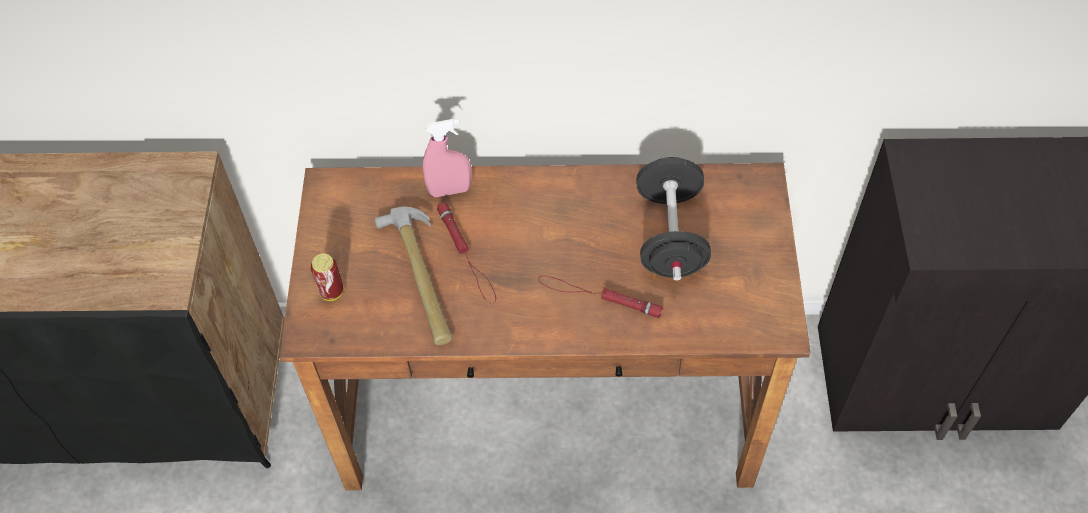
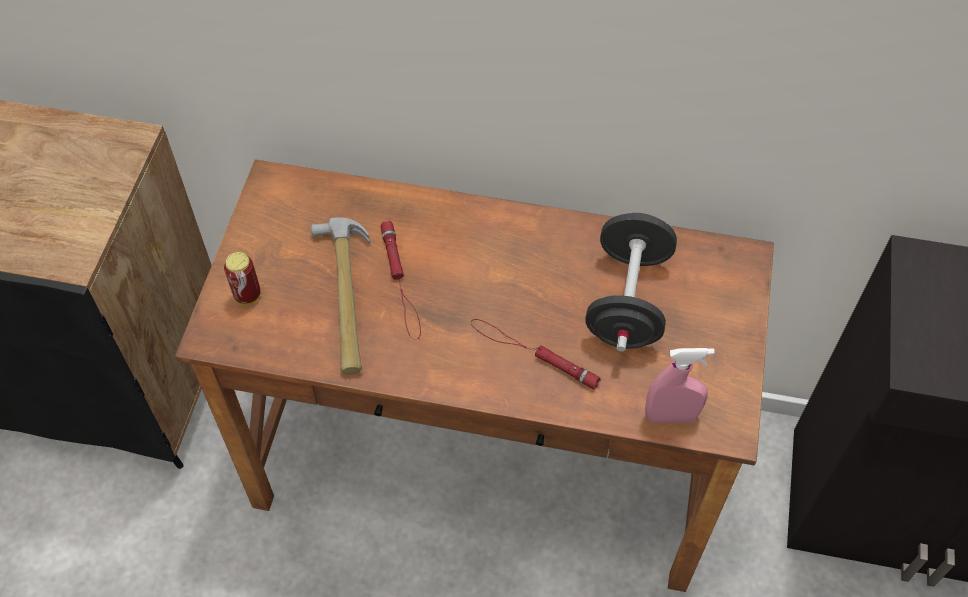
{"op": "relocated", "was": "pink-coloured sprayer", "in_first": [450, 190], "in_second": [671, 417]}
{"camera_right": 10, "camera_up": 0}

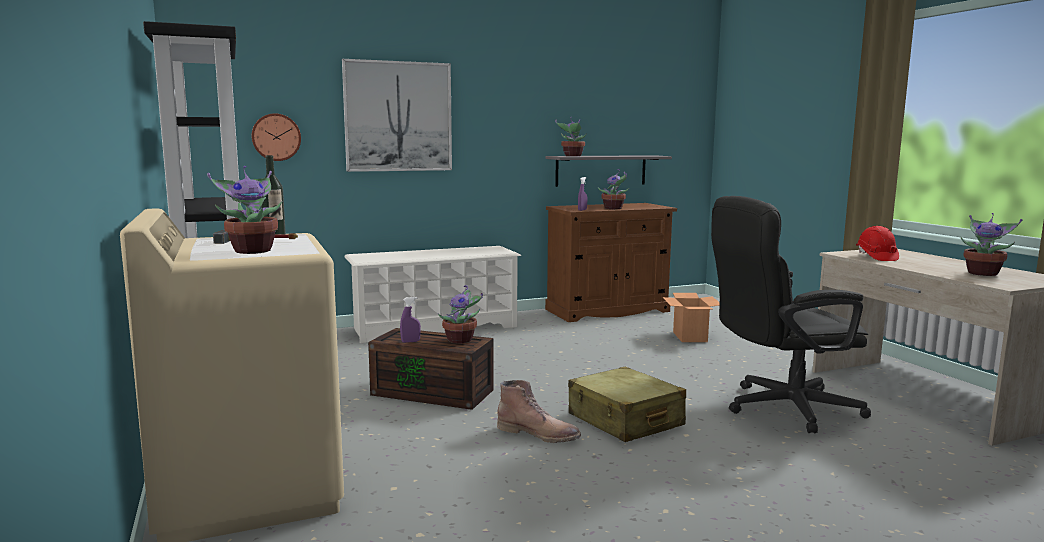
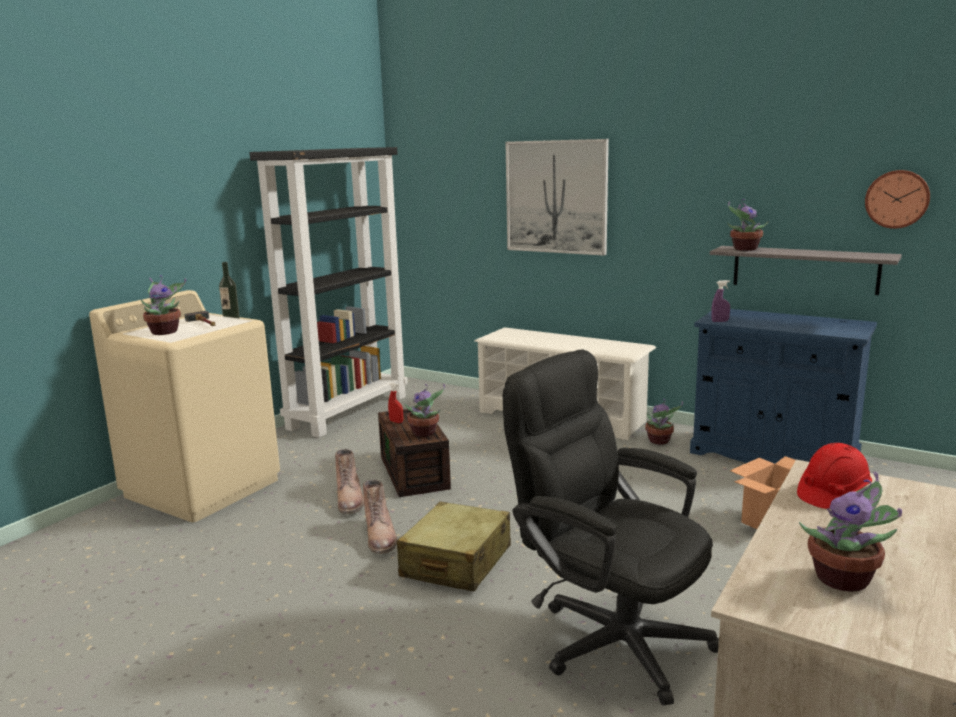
{"op": "relocated", "was": "hanging clock", "in_first": [276, 137], "in_second": [897, 199]}
{"op": "colour", "was": "purple sprayer", "now": "red-coloured sprayer", "in_first": [410, 341], "in_second": [396, 422]}
{"op": "colour", "was": "brownish cupboard", "now": "blue cupboard", "in_first": [607, 310], "in_second": [773, 455]}
{"op": "relocated", "was": "potted plant", "in_first": [614, 208], "in_second": [659, 441]}
{"op": "appeared", "now": "brownish boot", "in_second": [350, 500]}
{"camera_right": 55, "camera_up": 5}

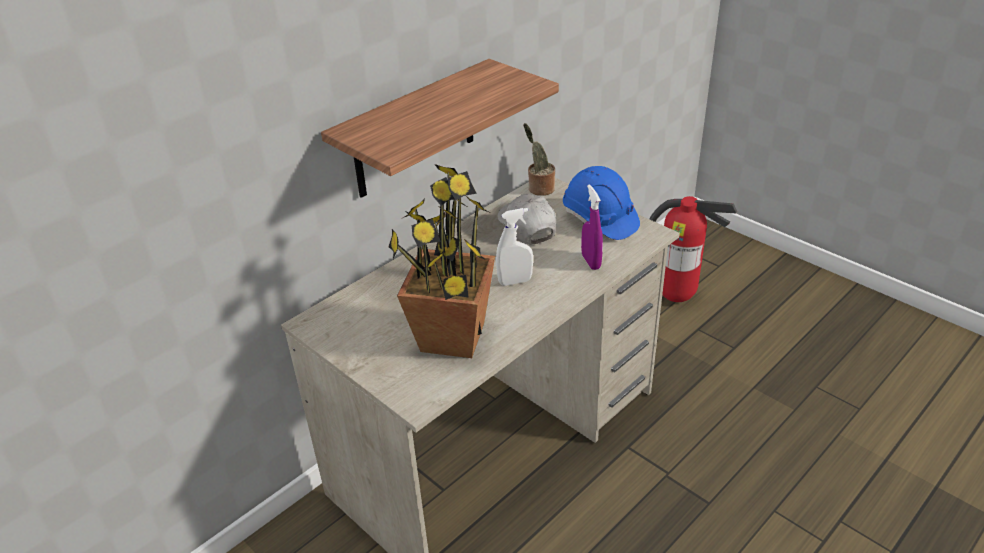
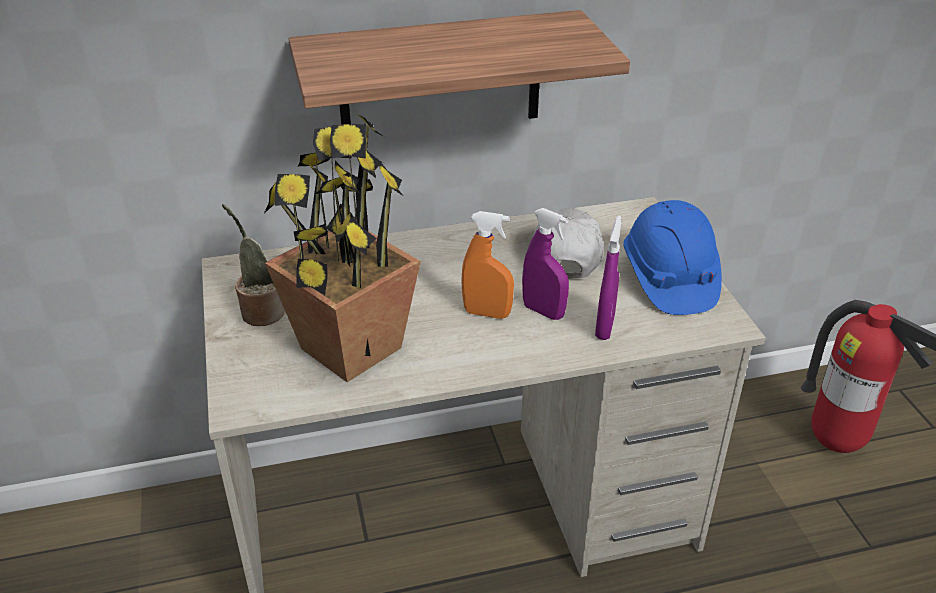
{"op": "colour", "was": "white sprayer", "now": "orange-coloured sprayer", "in_first": [515, 281], "in_second": [487, 313]}
{"op": "relocated", "was": "potted plant", "in_first": [539, 189], "in_second": [260, 311]}
{"op": "appeared", "now": "purple sprayer", "in_second": [543, 311]}
{"camera_right": 30, "camera_up": 0}

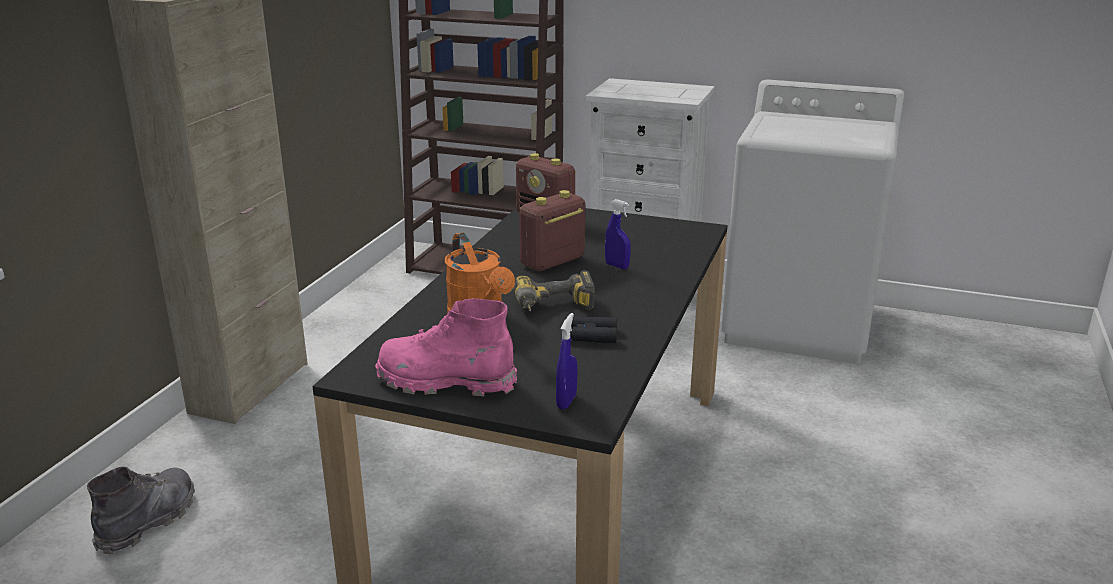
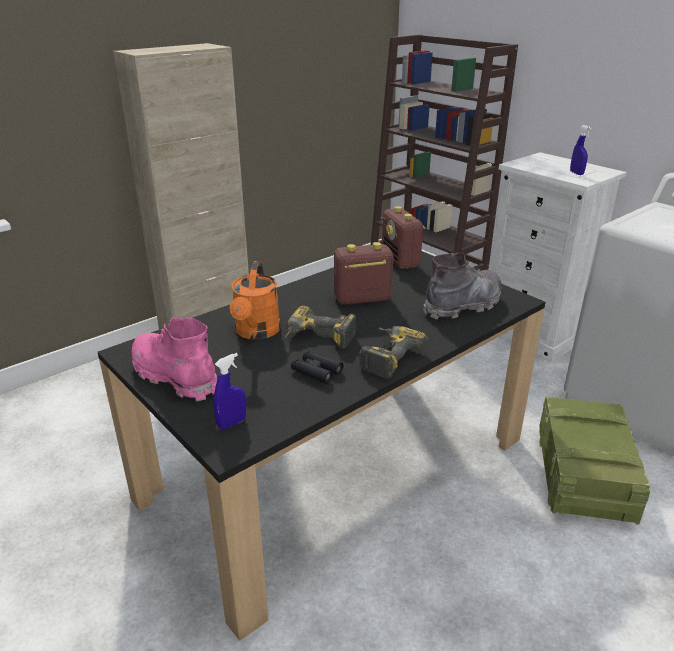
{"op": "relocated", "was": "gray boot", "in_first": [149, 521], "in_second": [463, 305]}
{"op": "relocated", "was": "blue sprayer", "in_first": [617, 266], "in_second": [576, 173]}
{"op": "appeared", "now": "electric drill", "in_second": [386, 356]}
{"op": "appeared", "now": "shipping crate", "in_second": [583, 478]}
{"camera_right": 30, "camera_up": 5}

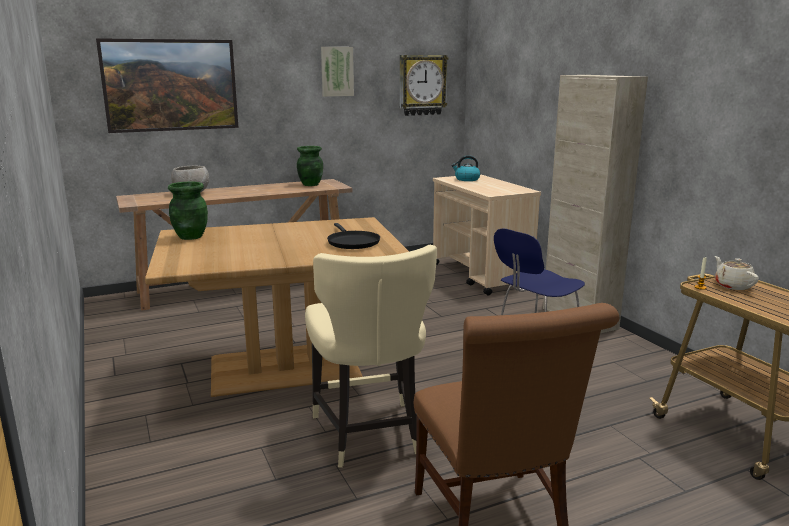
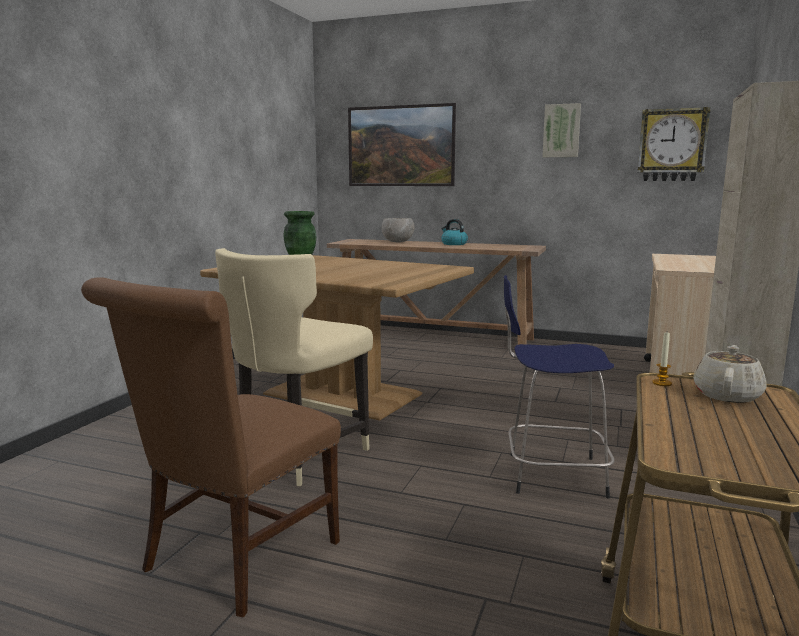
{"op": "missing", "was": "green-coloured vase", "in_first": [310, 184]}
{"op": "missing", "was": "black-coloured frying pan", "in_first": [352, 242]}
{"op": "relocated", "was": "tea kettle", "in_first": [466, 179], "in_second": [453, 244]}
{"camera_right": 45, "camera_up": -5}

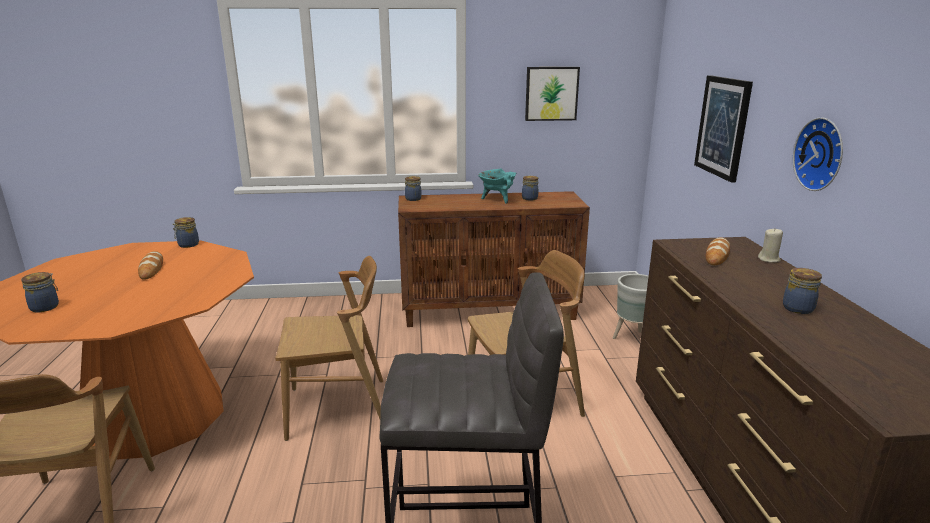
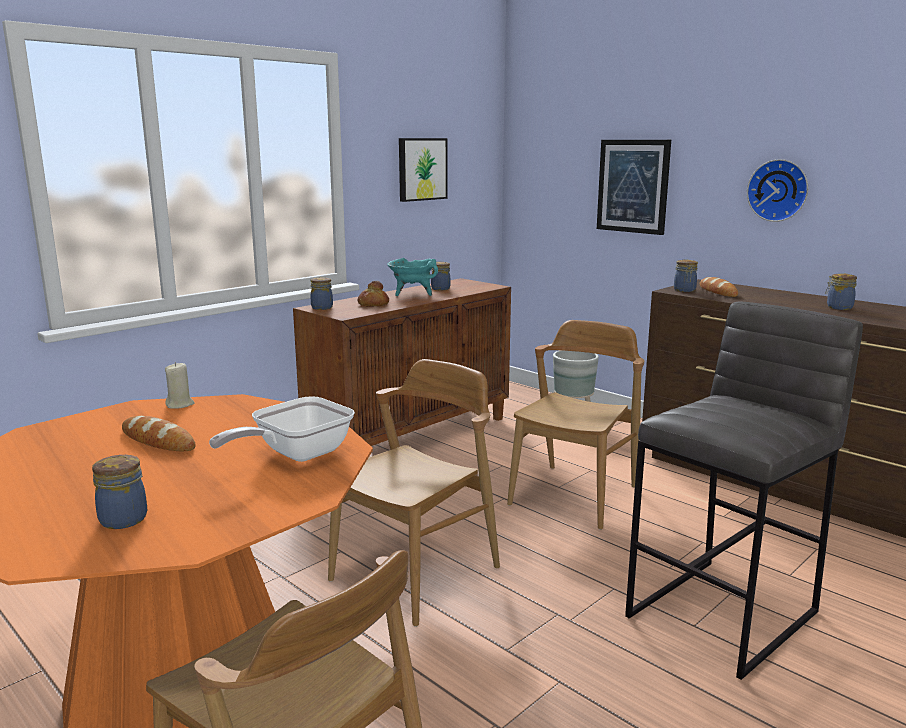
{"op": "relocated", "was": "storage jar", "in_first": [187, 245], "in_second": [684, 290]}
{"op": "relocated", "was": "sand-coloured candle", "in_first": [769, 259], "in_second": [180, 405]}
{"op": "appeared", "now": "frying pan", "in_second": [295, 455]}
{"op": "appeared", "now": "baked bread", "in_second": [373, 304]}
{"camera_right": -40, "camera_up": -5}

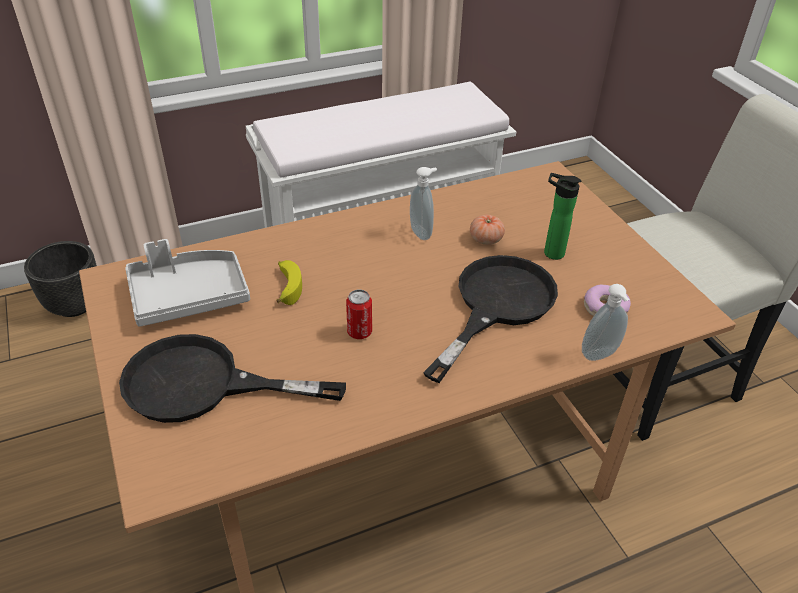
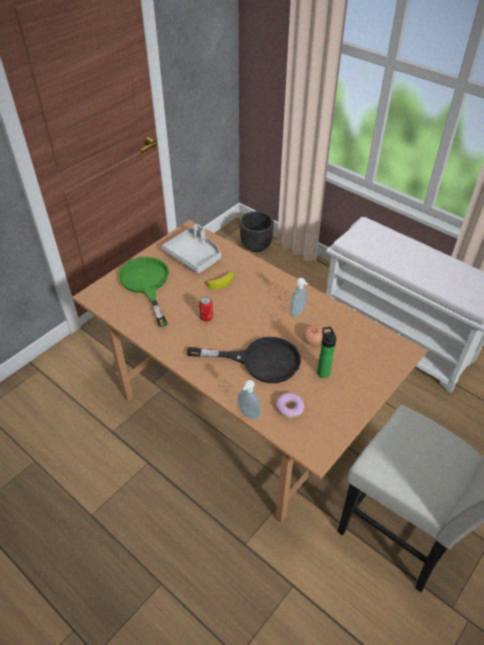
{"op": "colour", "was": "black-coloured frying pan", "now": "green-coloured frying pan", "in_first": [203, 385], "in_second": [146, 284]}
{"camera_right": 65, "camera_up": 5}

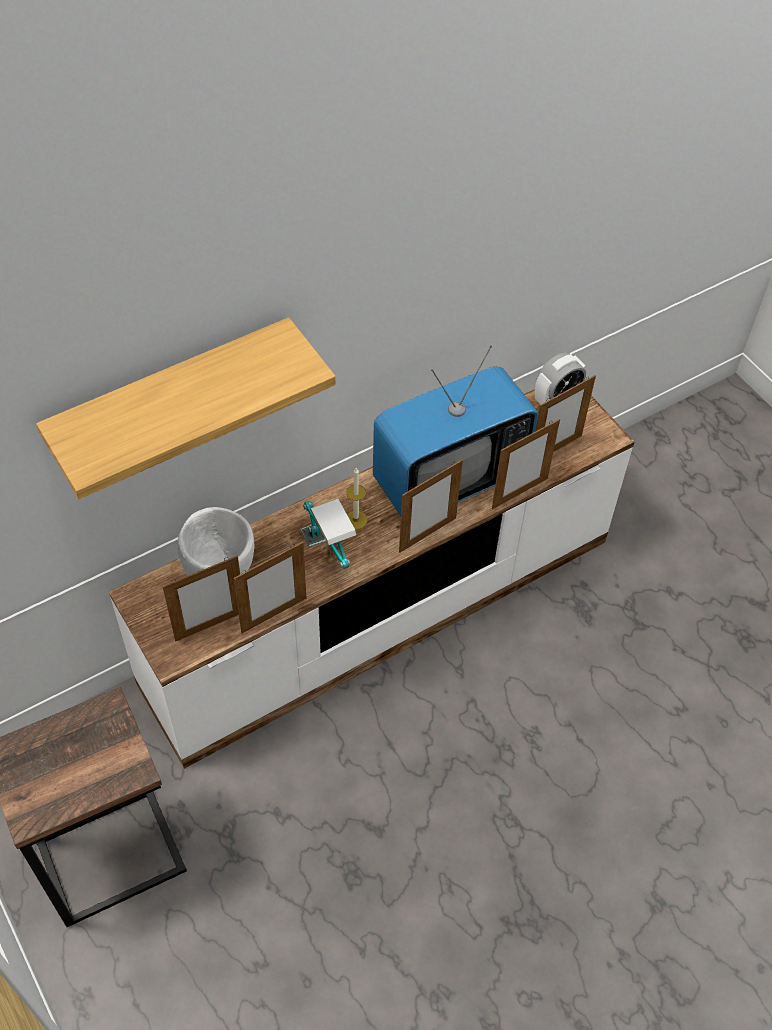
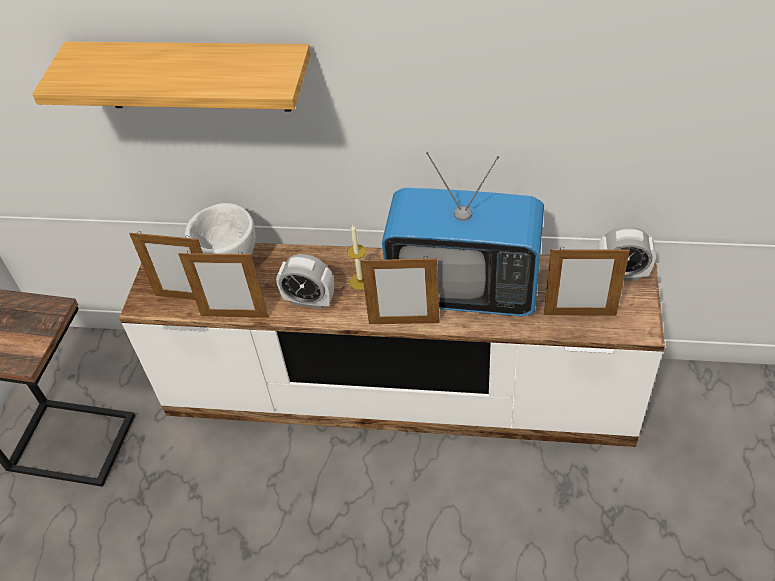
{"op": "exchanged", "was": "tabletop lamp", "now": "alarm clock", "in_first": [328, 562], "in_second": [309, 300]}
{"op": "missing", "was": "standing frame", "in_first": [519, 493]}
{"camera_right": 45, "camera_up": -5}

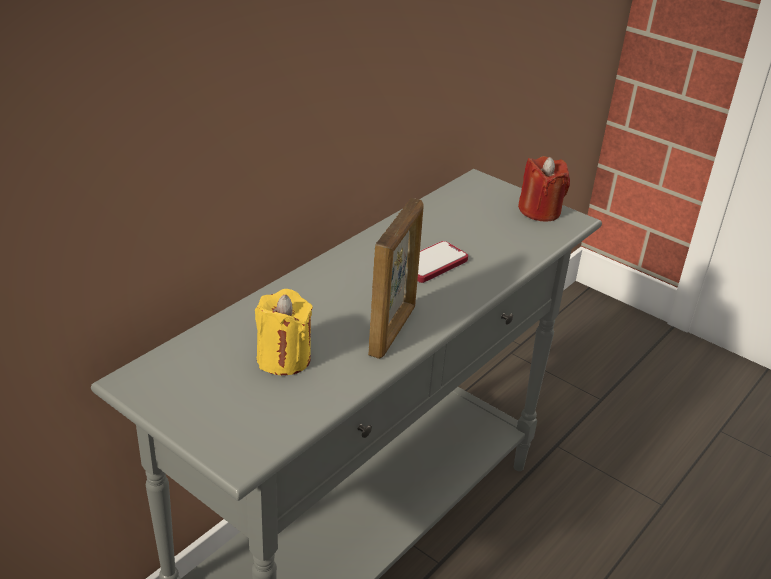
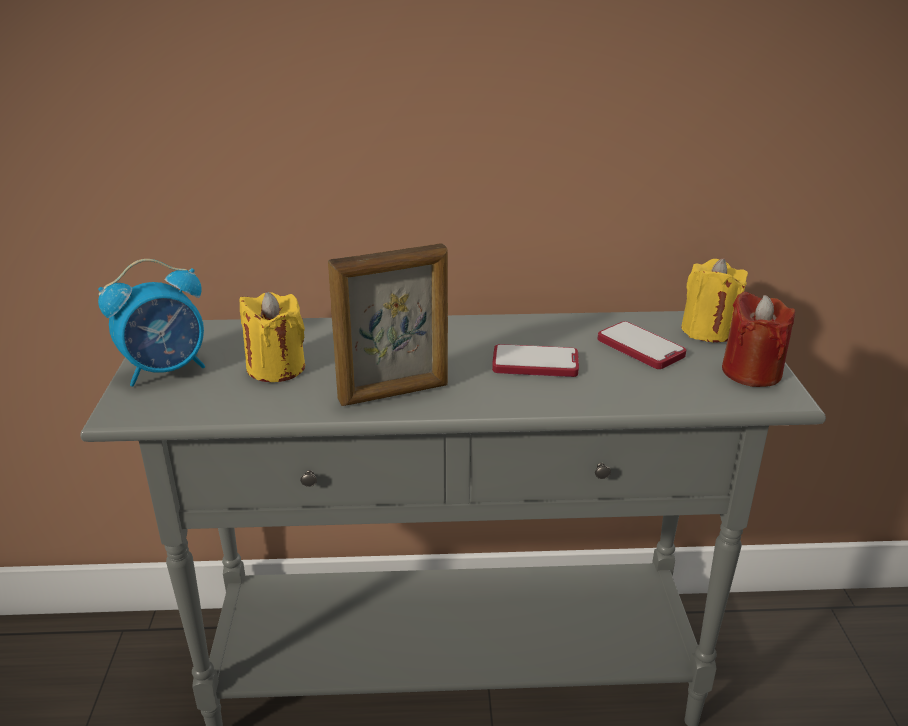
{"op": "appeared", "now": "alarm clock", "in_second": [166, 370]}
{"op": "appeared", "now": "telephone", "in_second": [640, 347]}
{"op": "appeared", "now": "yellowish candle", "in_second": [708, 330]}
{"camera_right": 50, "camera_up": -5}

